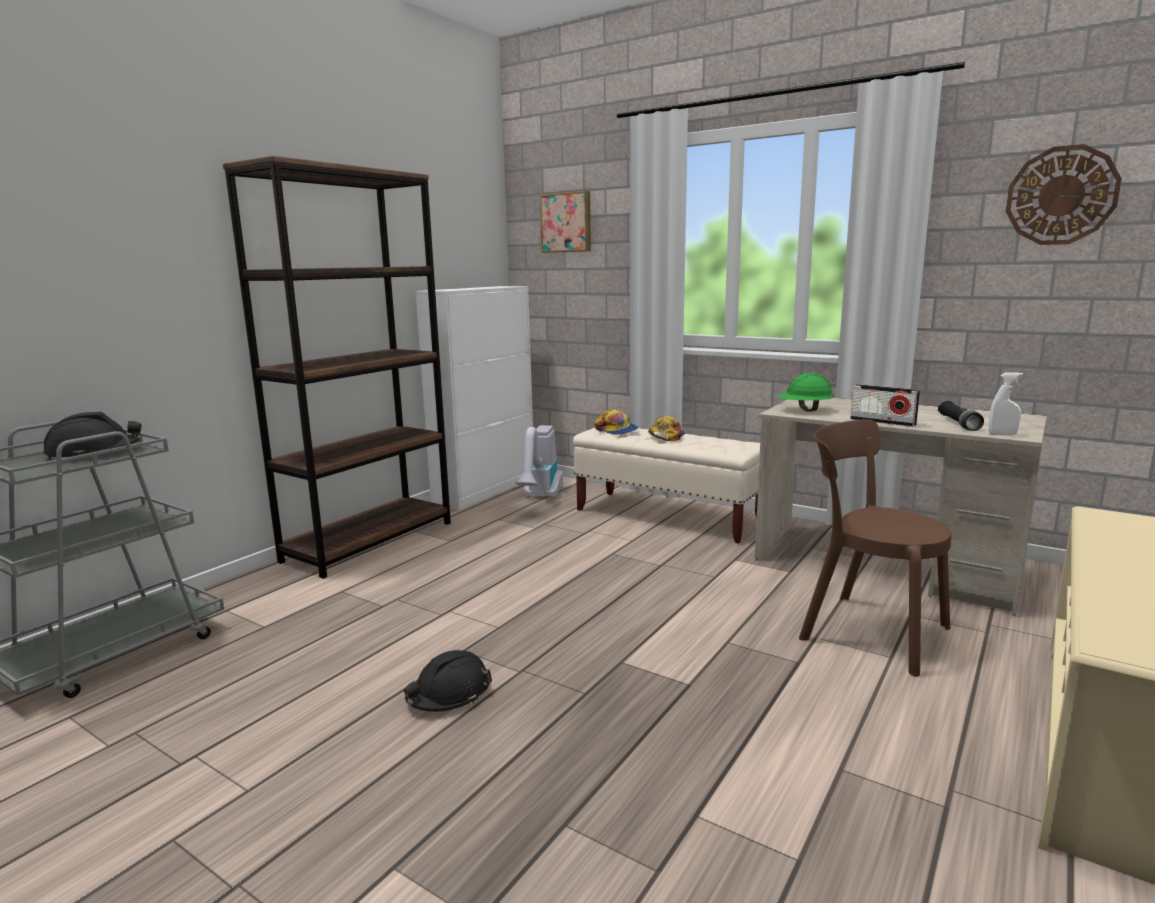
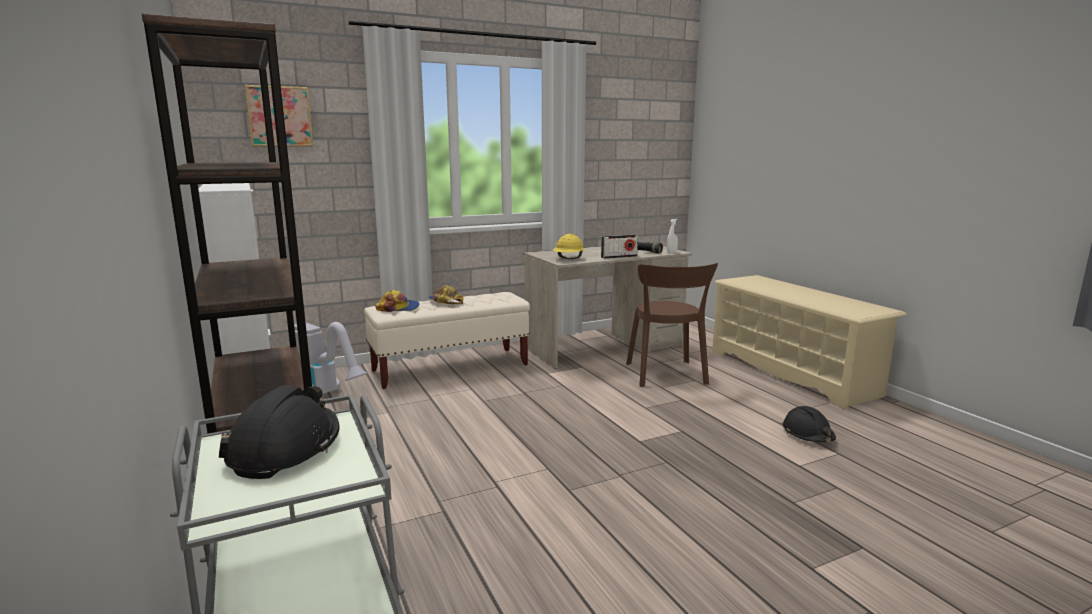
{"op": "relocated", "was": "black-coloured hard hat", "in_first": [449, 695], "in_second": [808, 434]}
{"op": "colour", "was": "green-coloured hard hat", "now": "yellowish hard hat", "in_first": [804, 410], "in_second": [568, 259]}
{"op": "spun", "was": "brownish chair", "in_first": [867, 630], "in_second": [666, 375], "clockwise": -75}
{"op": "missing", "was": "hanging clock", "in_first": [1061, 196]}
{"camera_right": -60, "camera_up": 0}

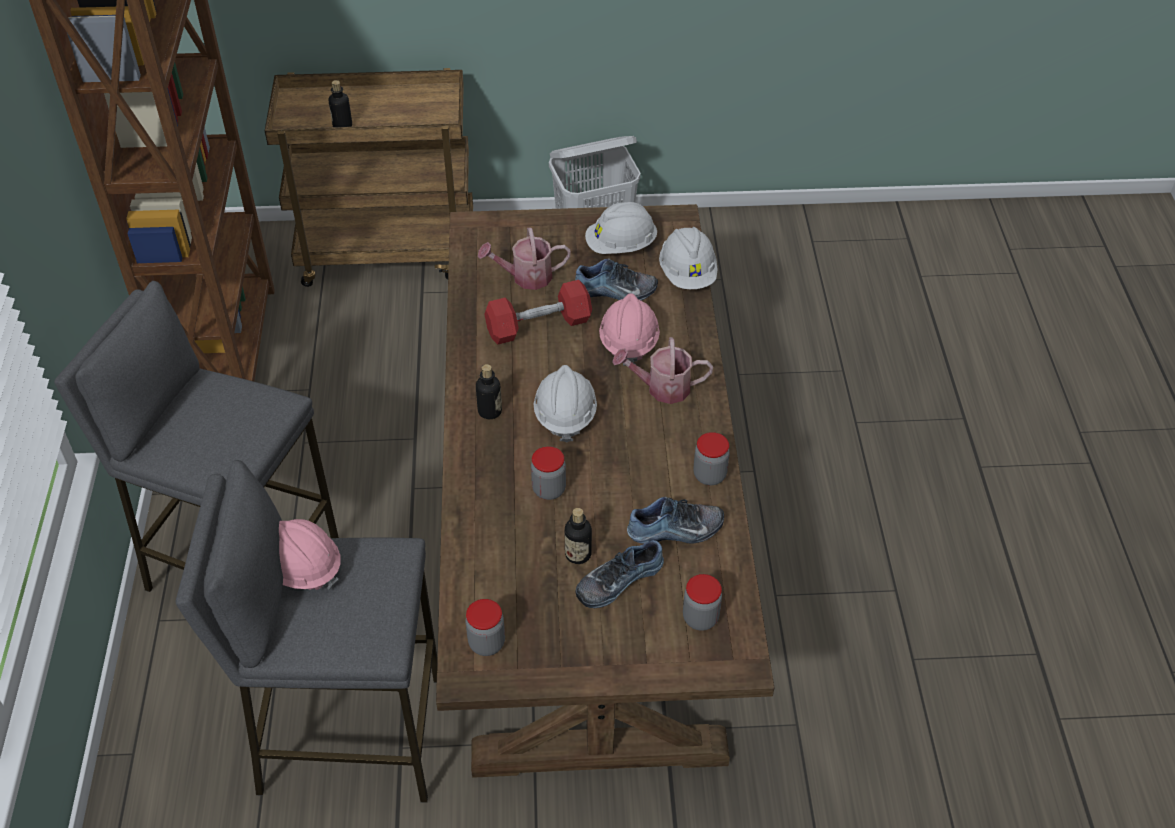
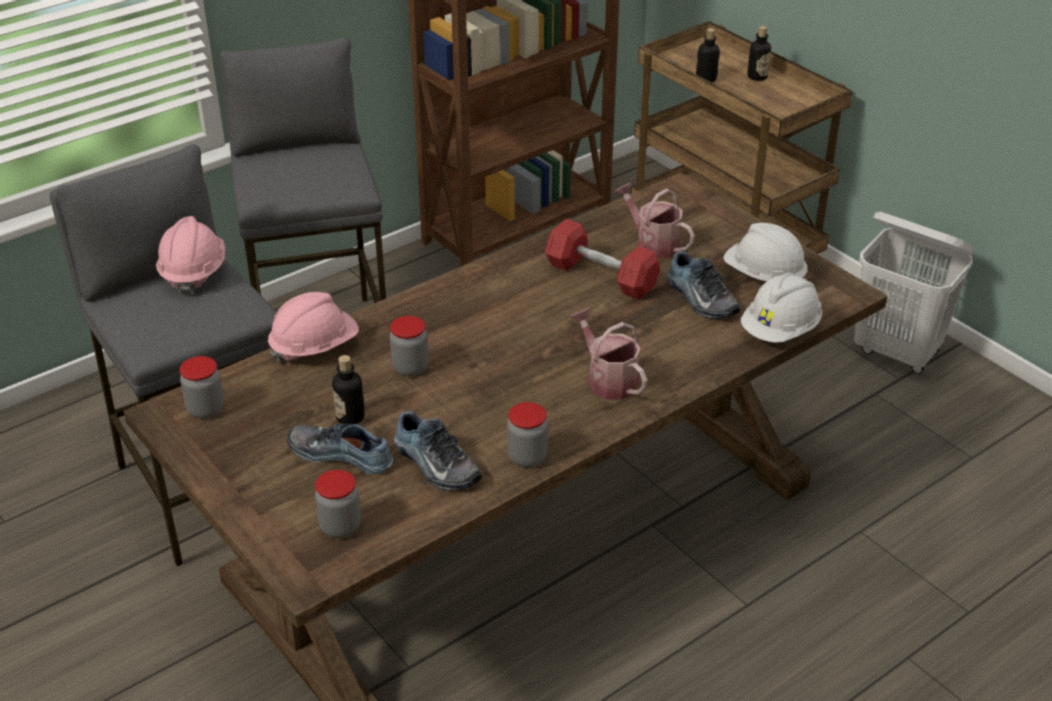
{"op": "relocated", "was": "drink bottle", "in_first": [490, 411], "in_second": [757, 76]}
{"op": "missing", "was": "white hard hat", "in_first": [565, 414]}
{"op": "relocated", "was": "pink-coloured hard hat", "in_first": [628, 341], "in_second": [314, 347]}
{"camera_right": 55, "camera_up": -10}

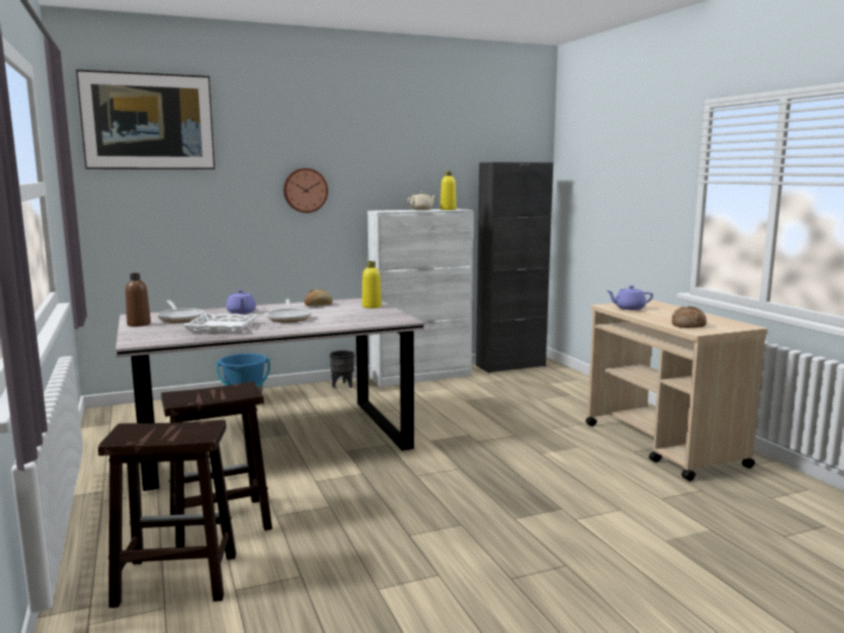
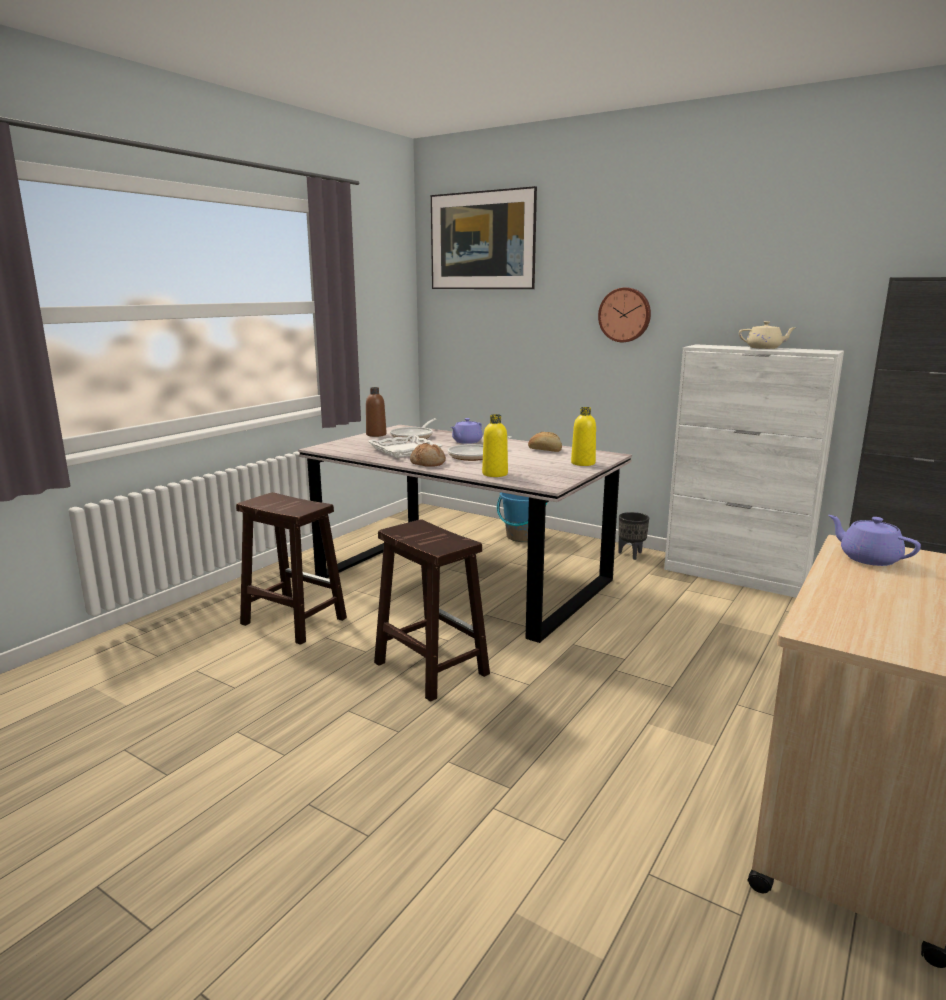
{"op": "relocated", "was": "brownish stool", "in_first": [174, 580], "in_second": [429, 668]}
{"op": "relocated", "was": "yellowish drink bottle", "in_first": [448, 209], "in_second": [495, 474]}
{"op": "relocated", "was": "baked bread", "in_first": [688, 325], "in_second": [428, 463]}
{"camera_right": 55, "camera_up": 5}

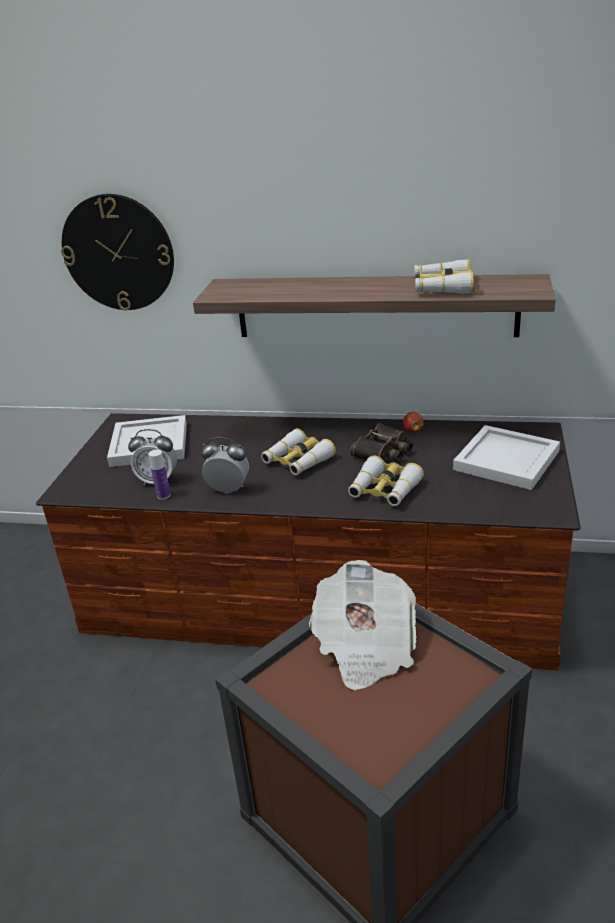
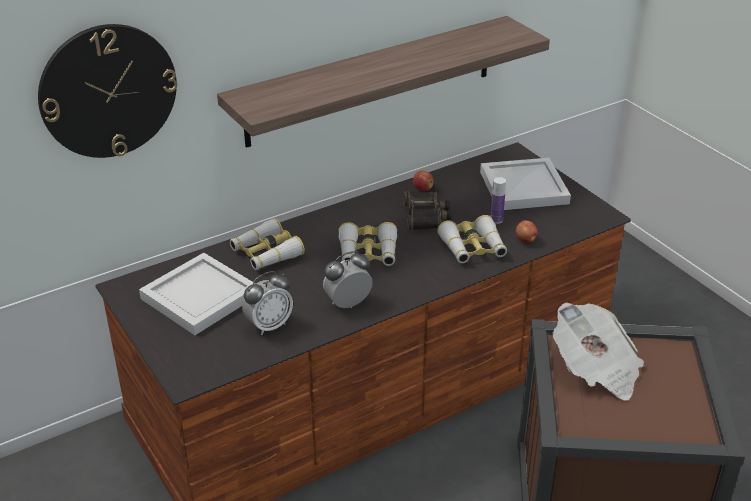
{"op": "relocated", "was": "drink bottle", "in_first": [163, 495], "in_second": [496, 220]}
{"op": "relocated", "was": "field glasses", "in_first": [442, 287], "in_second": [266, 253]}
{"op": "appeared", "now": "whole apple", "in_second": [526, 240]}
{"camera_right": -45, "camera_up": 5}

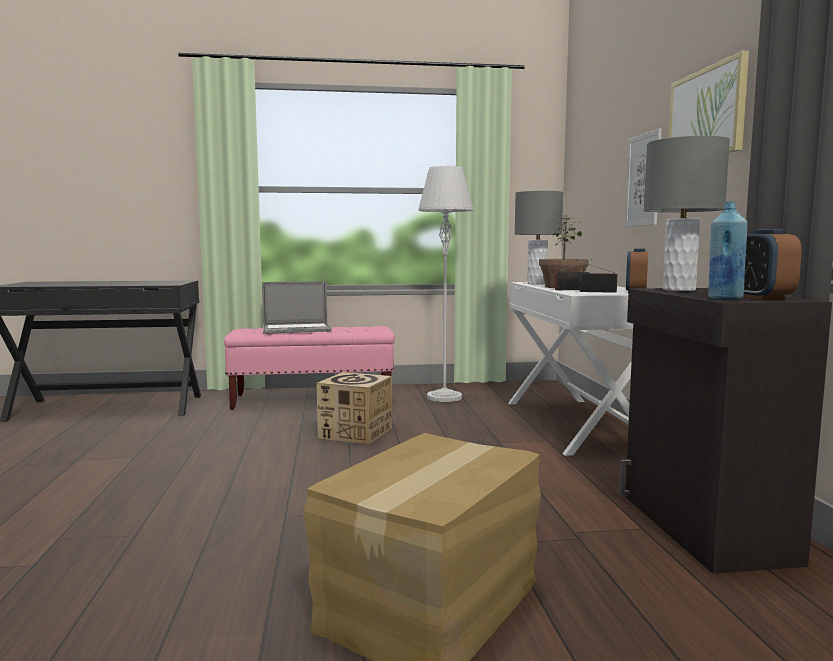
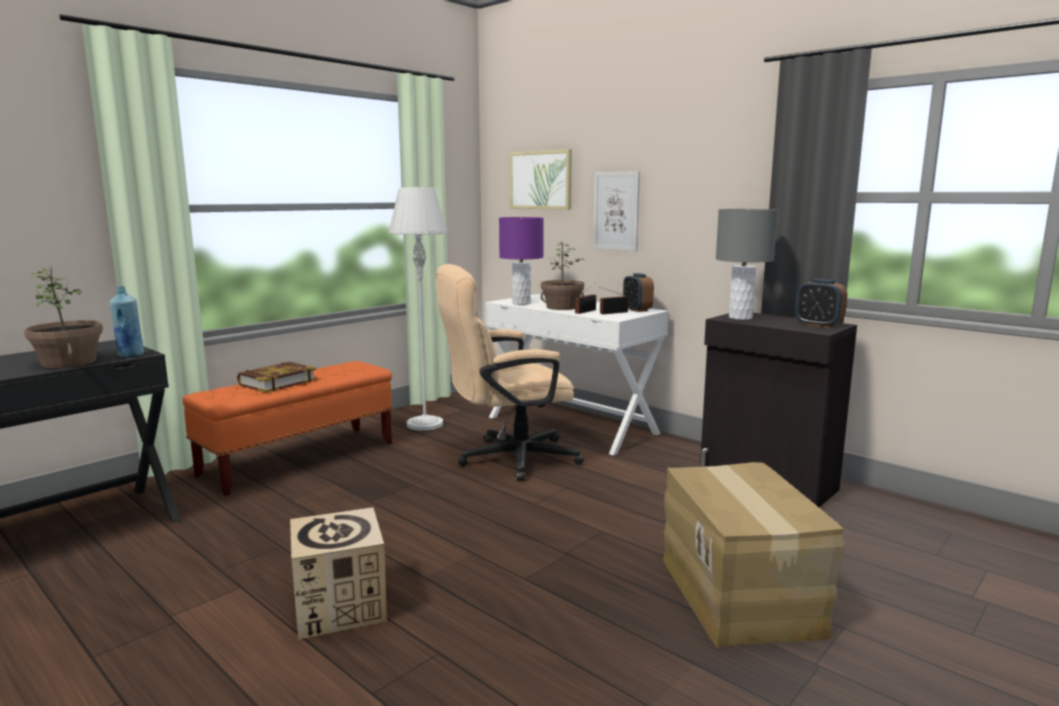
{"op": "colour", "was": "pink-coloured bench", "now": "orange-coloured bench", "in_first": [313, 400], "in_second": [299, 459]}
{"op": "exchanged", "was": "portable computer", "now": "book", "in_first": [296, 329], "in_second": [277, 382]}
{"op": "relocated", "was": "packing box", "in_first": [355, 433], "in_second": [340, 606]}
{"op": "colour", "was": "gray tabletop lamp", "now": "purple tabletop lamp", "in_first": [536, 283], "in_second": [521, 303]}
{"op": "relocated", "was": "wall art", "in_first": [707, 114], "in_second": [541, 180]}
{"op": "relocated", "was": "blue drink bottle", "in_first": [724, 299], "in_second": [130, 355]}
{"op": "appeared", "now": "potted plant", "in_second": [70, 362]}
{"op": "appeared", "now": "sand-coloured computer chair", "in_second": [507, 459]}
{"camera_right": -40, "camera_up": 5}

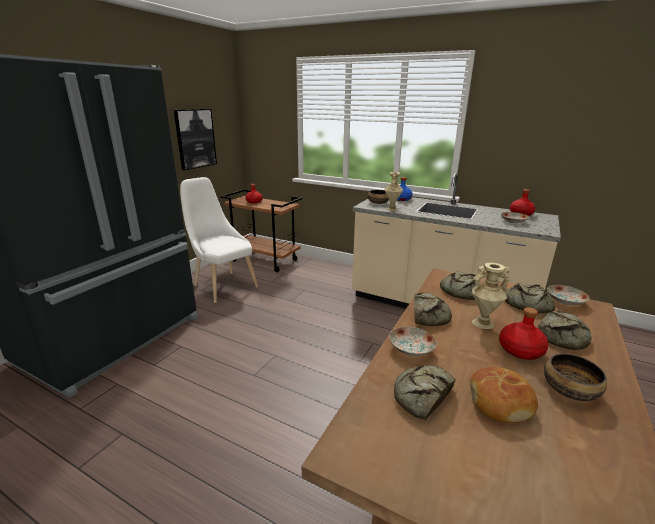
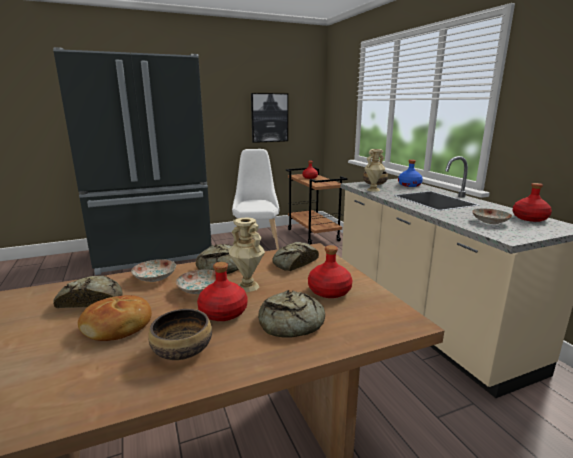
{"op": "exchanged", "was": "baked bread", "now": "red-coloured drink bottle", "in_first": [526, 304], "in_second": [329, 291]}
{"op": "relocated", "was": "plate", "in_first": [564, 301], "in_second": [200, 289]}
{"camera_right": 40, "camera_up": -5}

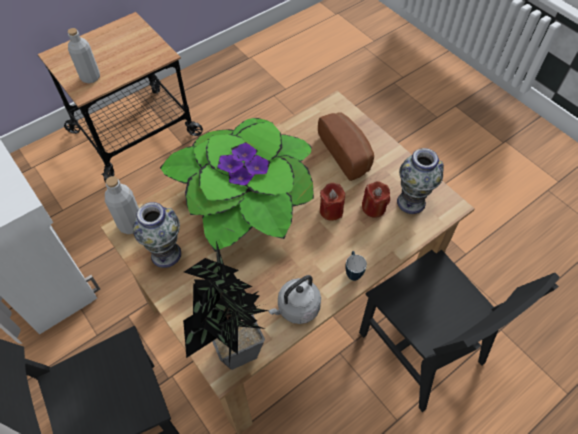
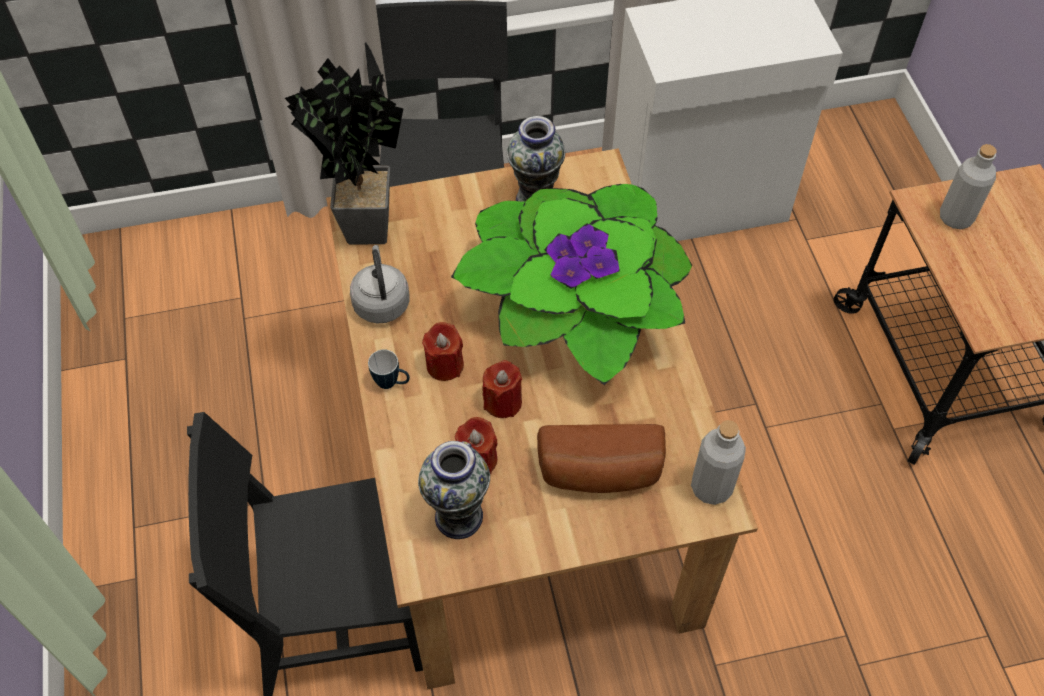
{"op": "relocated", "was": "gray drink bottle", "in_first": [131, 224], "in_second": [711, 487]}
{"op": "appeared", "now": "red-coloured candle", "in_second": [445, 365]}
{"camera_right": 115, "camera_up": 0}

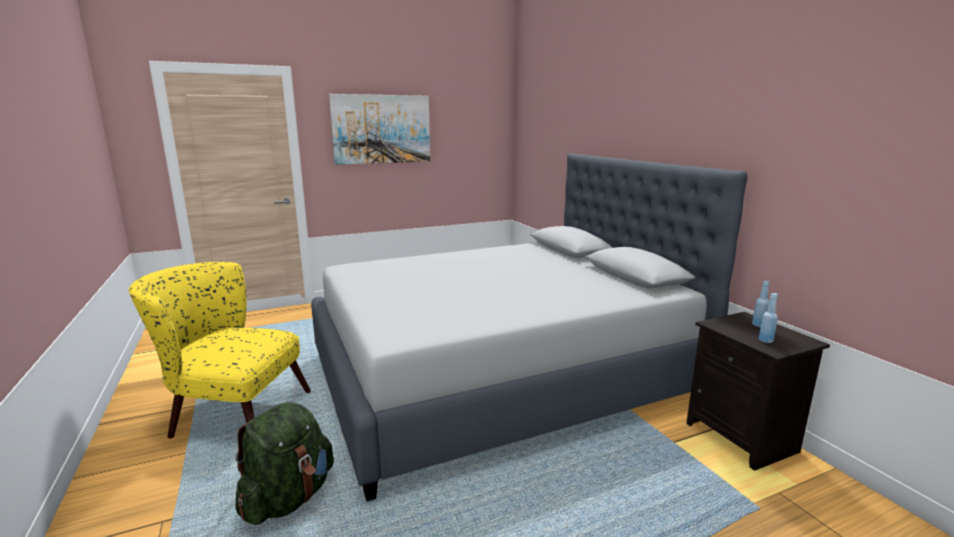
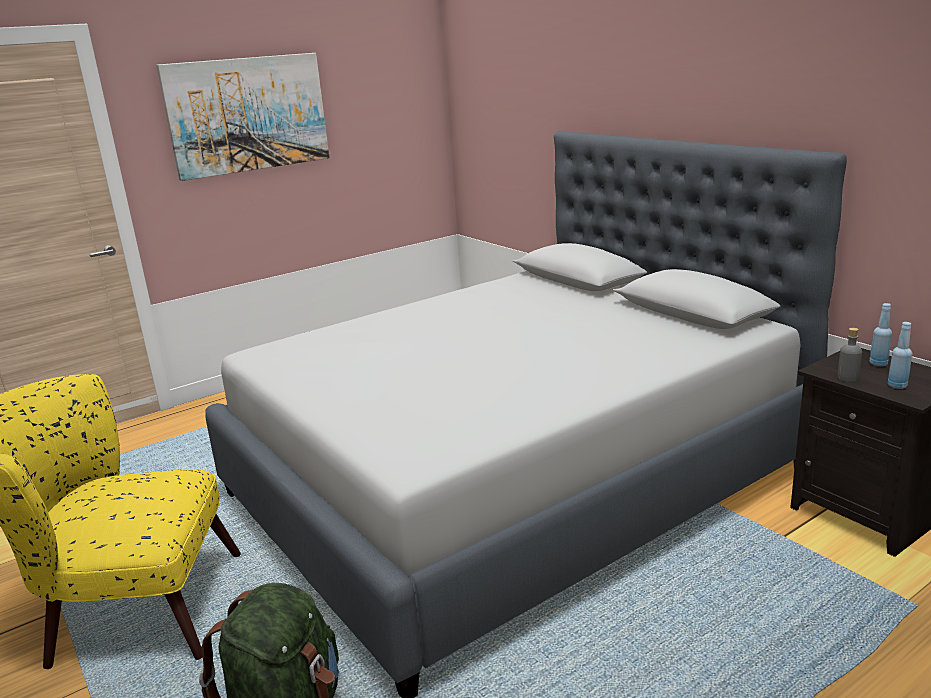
{"op": "appeared", "now": "gray drink bottle", "in_second": [847, 377]}
{"camera_right": -10, "camera_up": 5}

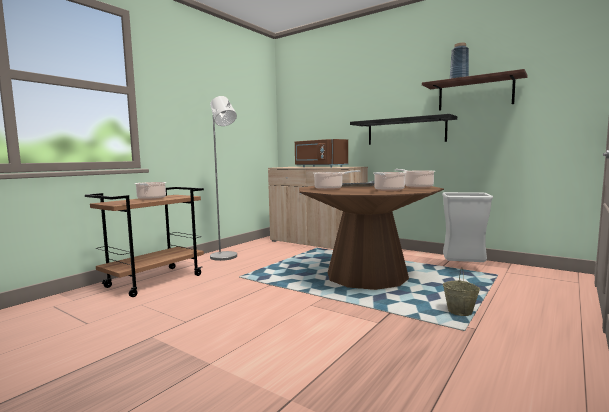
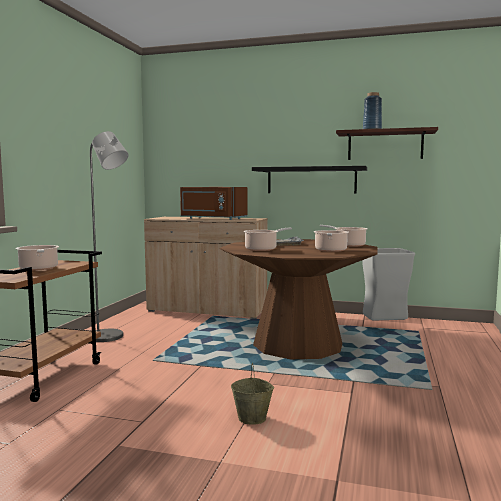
{"op": "relocated", "was": "sand-coloured water bucket", "in_first": [460, 312], "in_second": [252, 418]}
{"camera_right": -20, "camera_up": 0}

